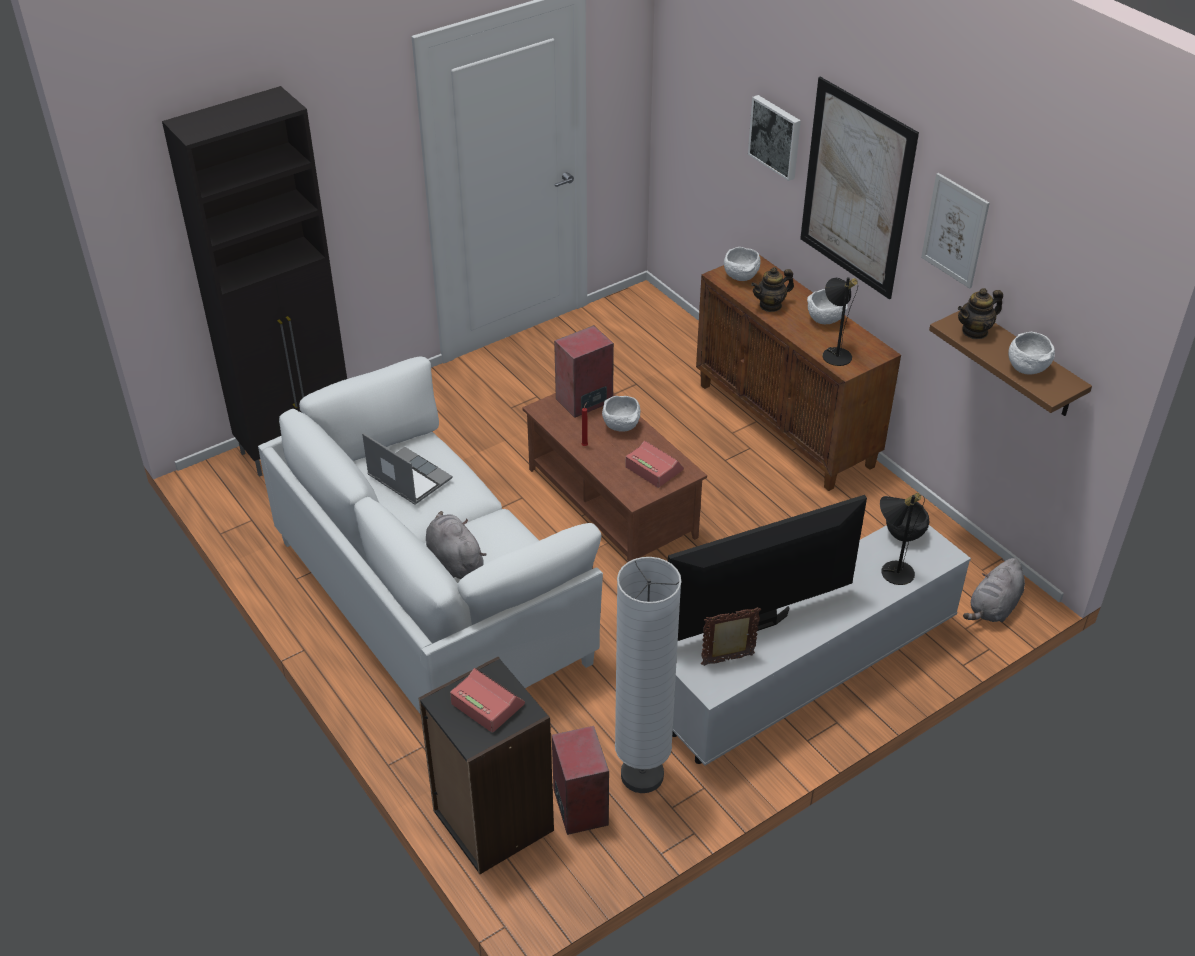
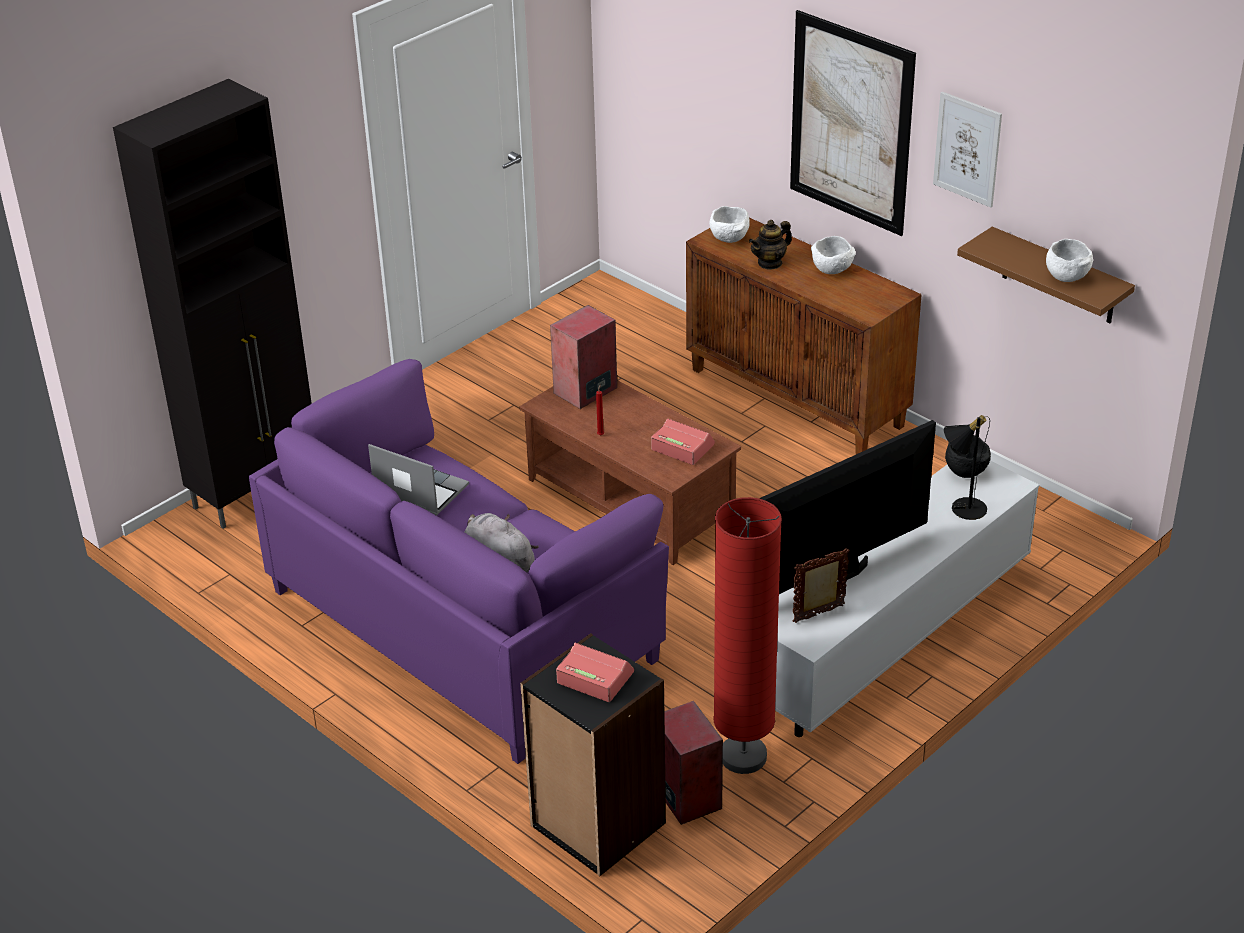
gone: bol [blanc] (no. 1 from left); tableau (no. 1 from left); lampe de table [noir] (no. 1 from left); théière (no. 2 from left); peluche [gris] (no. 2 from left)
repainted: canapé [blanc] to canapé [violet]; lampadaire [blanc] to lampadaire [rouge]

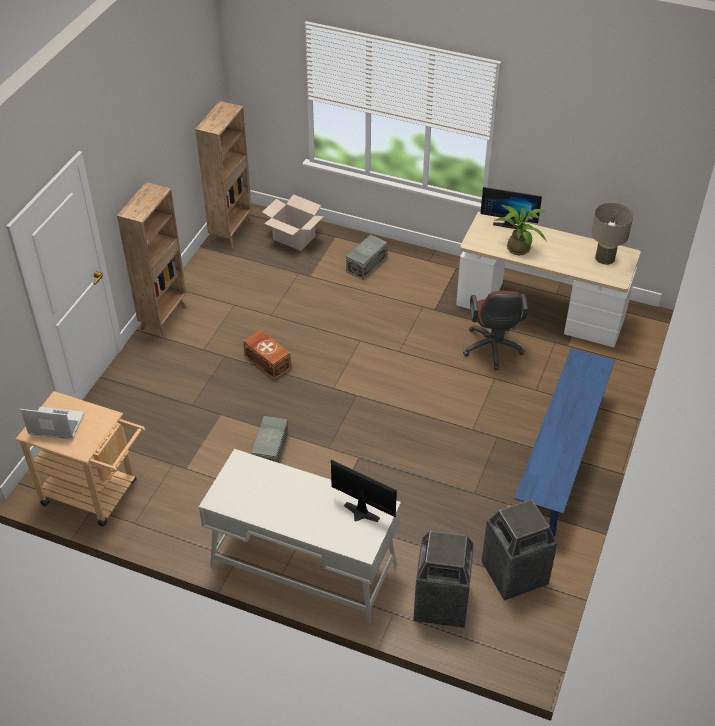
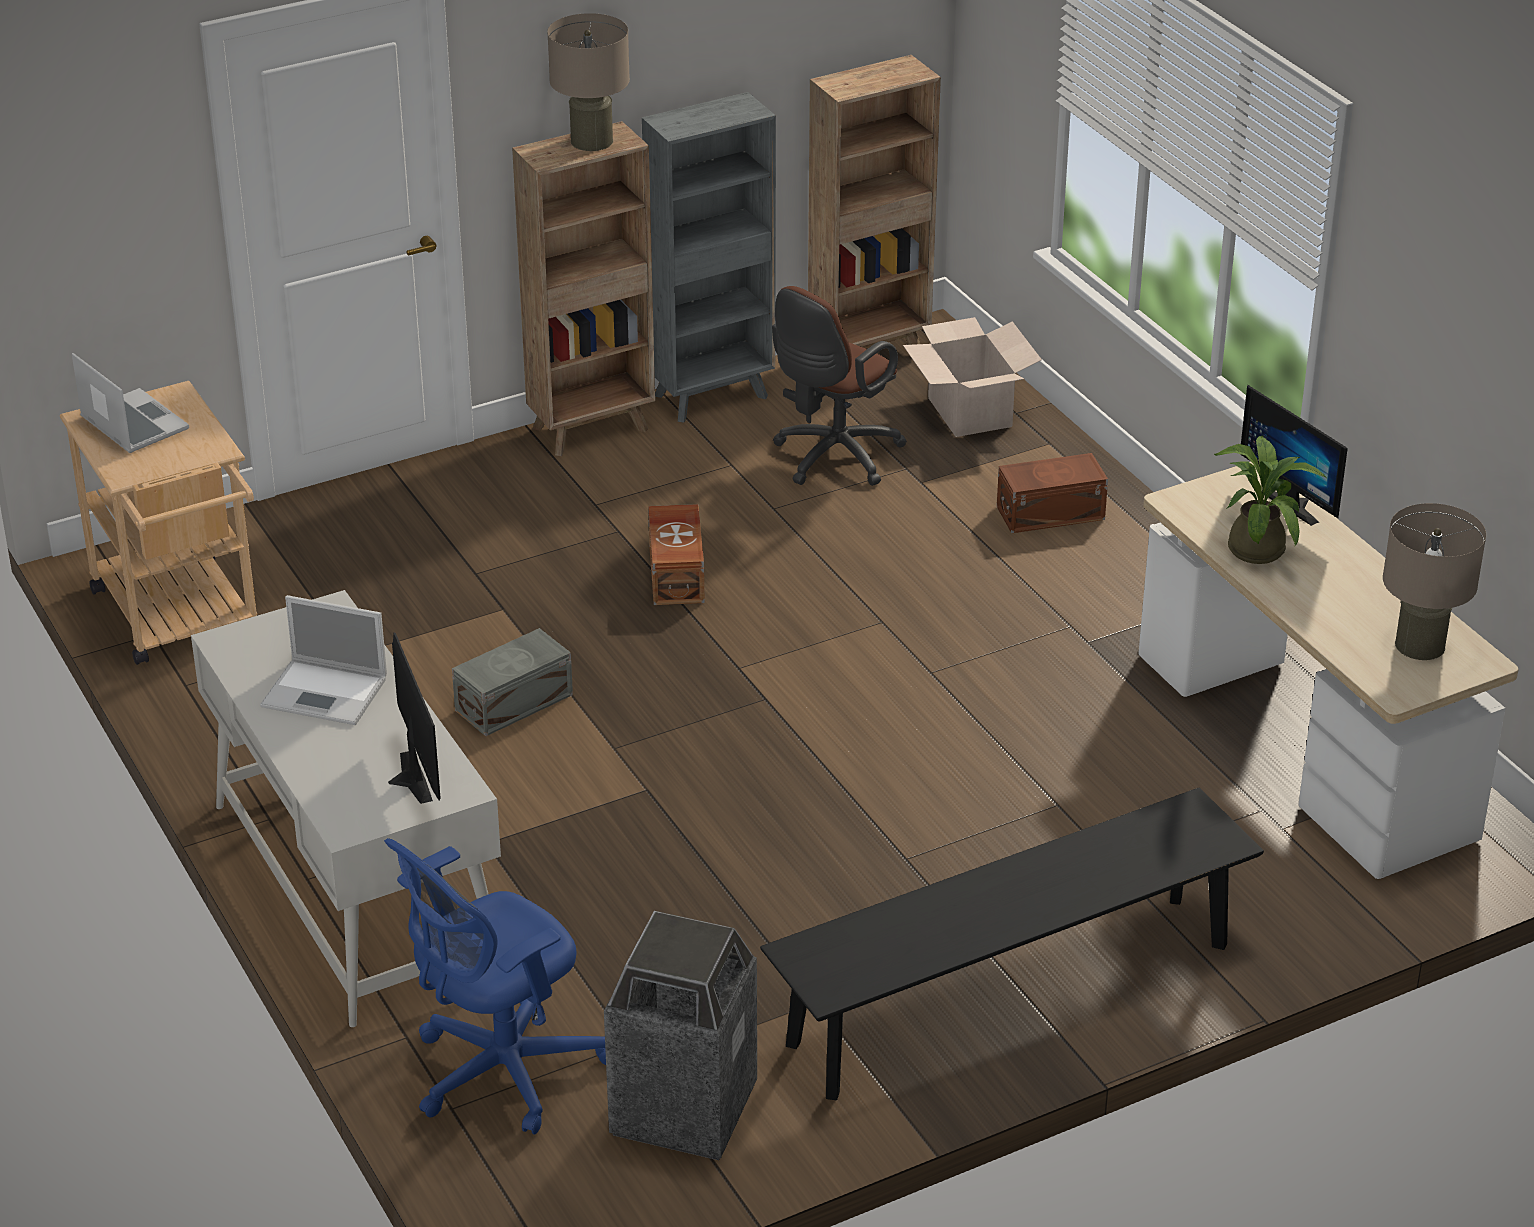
new: ordinateur portable (no. 2 from left); lampe de table [beige] (no. 1 from left); bibliothèque [gris]
shifted: chaise de bureau [marron]
swapped: poubelle (no. 1 from left) to chaise de bureau [bleu]
repainted: boîte de rangement [gris] (no. 2 from left) to boîte de rangement [marron] (no. 2 from left); banc [bleu] to banc [noir]

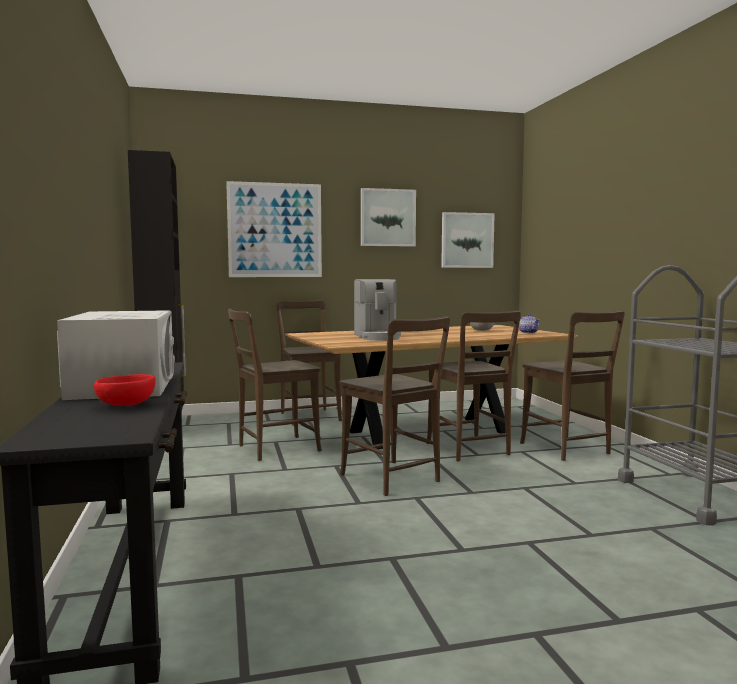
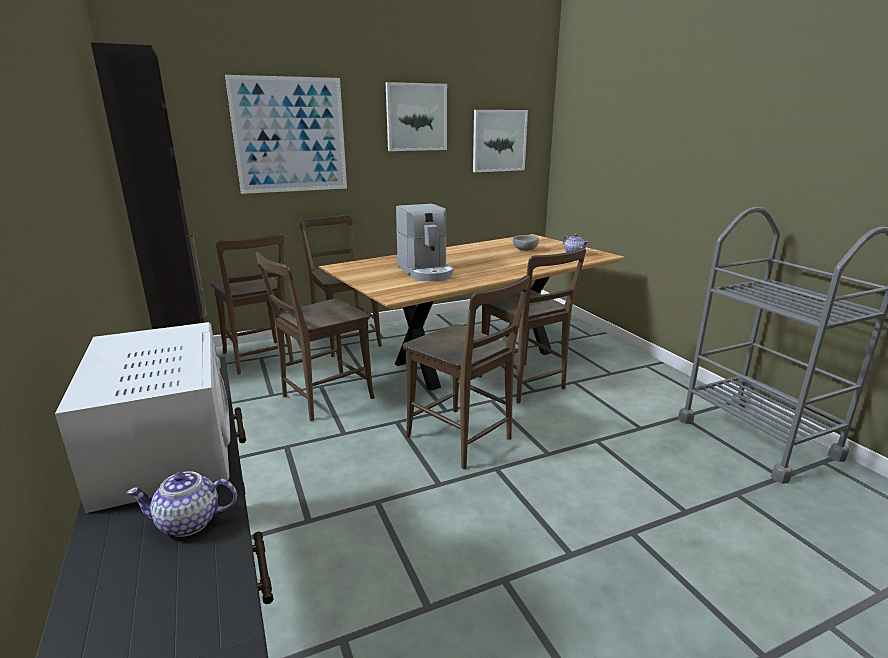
shifted: chaise [marron] (no. 5 from left in the first image) to chaise [marron] (no. 1 from left)
swapped: bol [rouge] to théière (no. 1 from left)

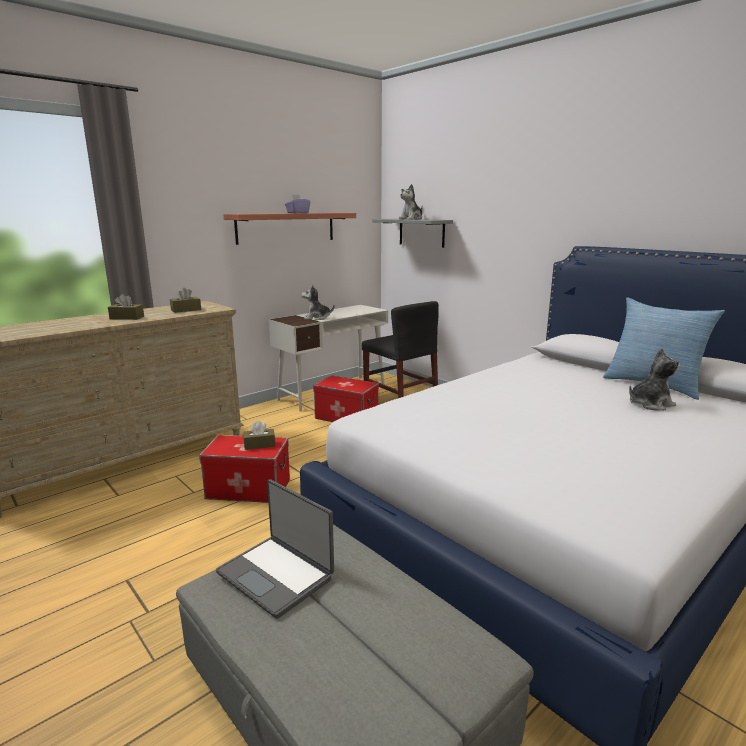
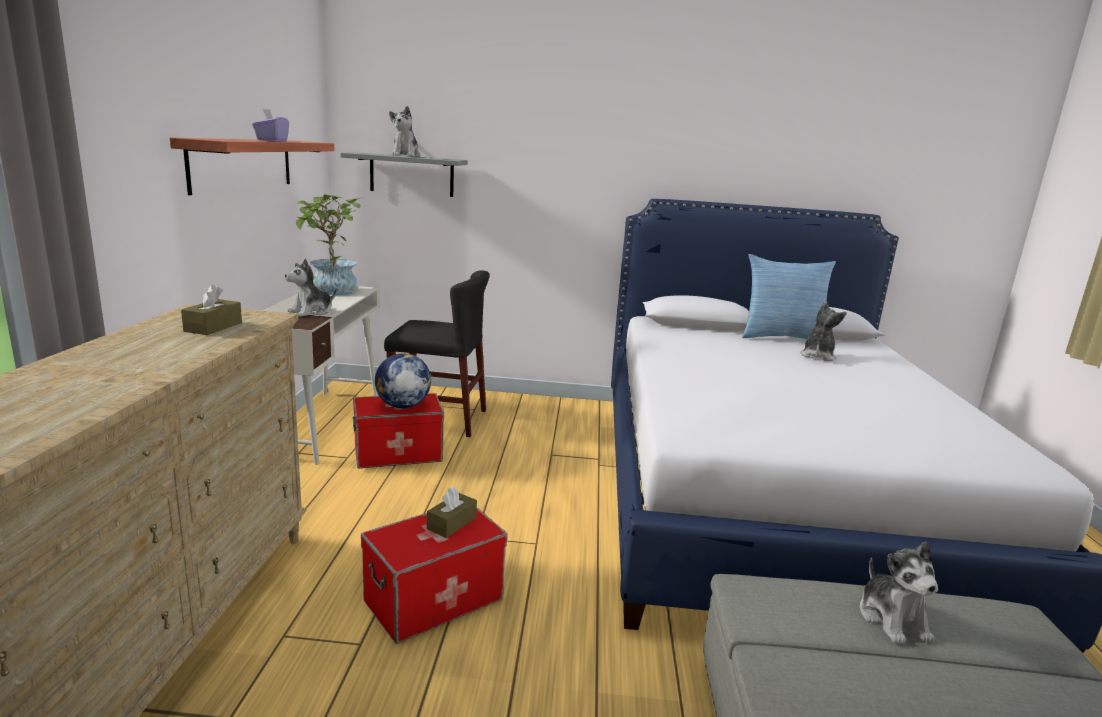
gone: boîte à mouchoirs [marron] (no. 1 from left); ordinateur portable
new: plante en pot; globe; peluche (no. 4 from left)

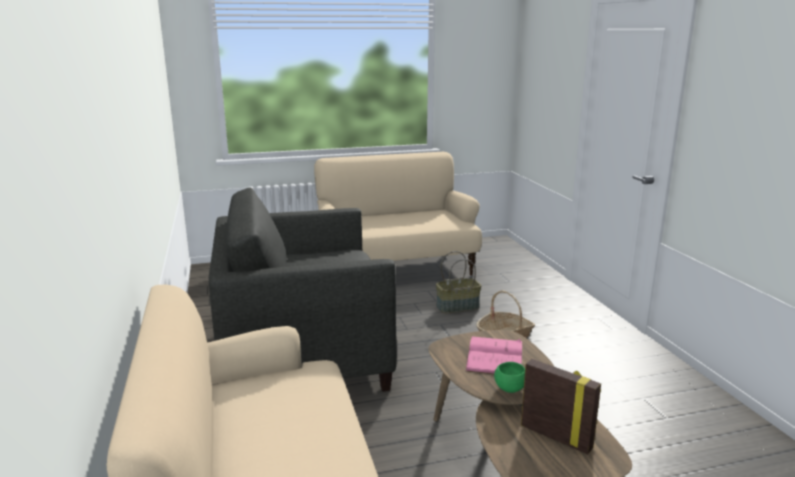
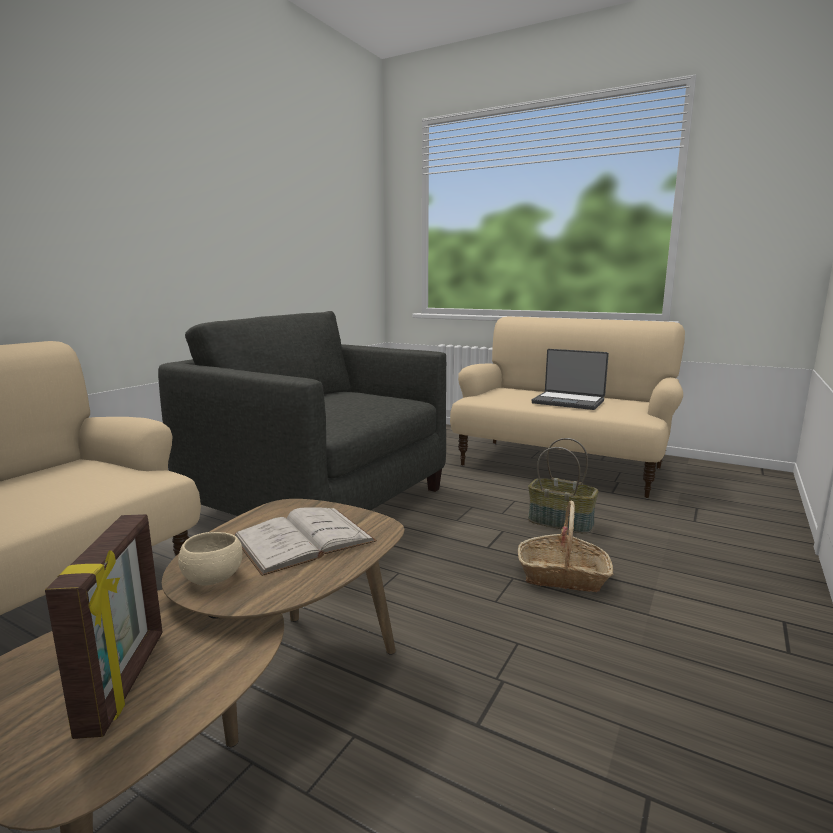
new: ordinateur portable
repainted: livre [rose] to livre [blanc]; bol [vert] to bol [beige]

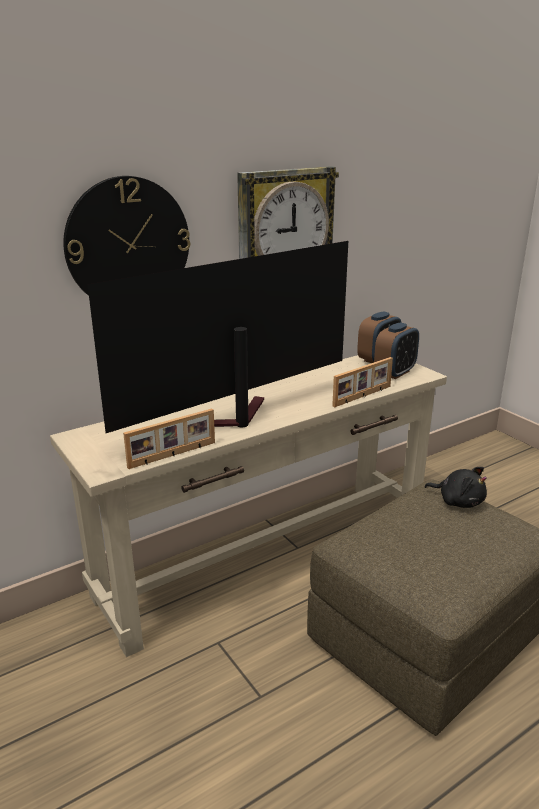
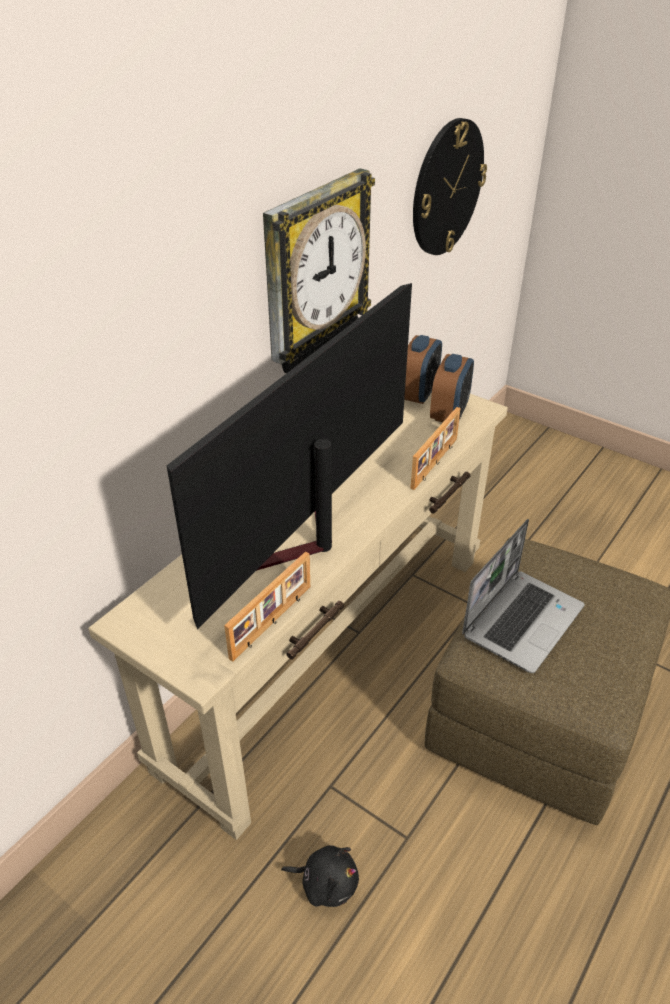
new: ordinateur portable
shifted: horloge murale (no. 1 from left in the first image) to horloge murale (no. 2 from left); peluche [noir]

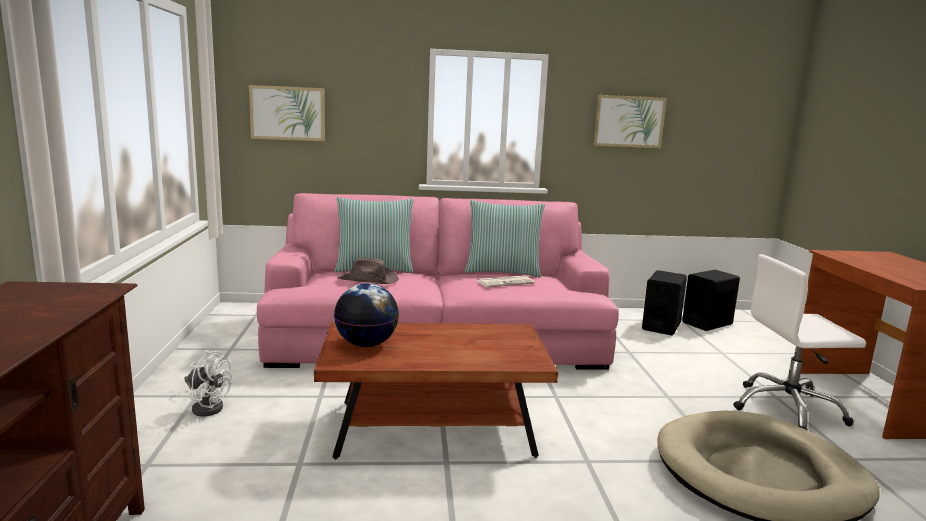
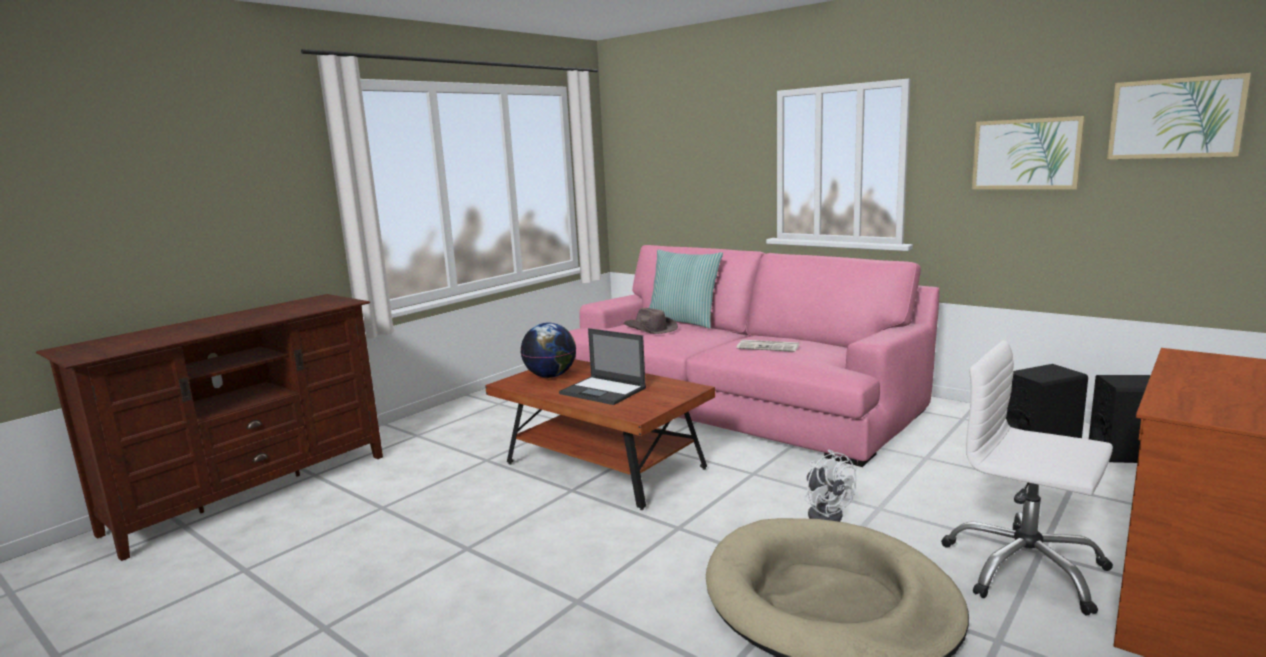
gone: coussin (no. 2 from left)
new: ordinateur portable
shifted: ventilateur [blanc]; tableau (no. 1 from left in the first image) to tableau (no. 2 from left)

